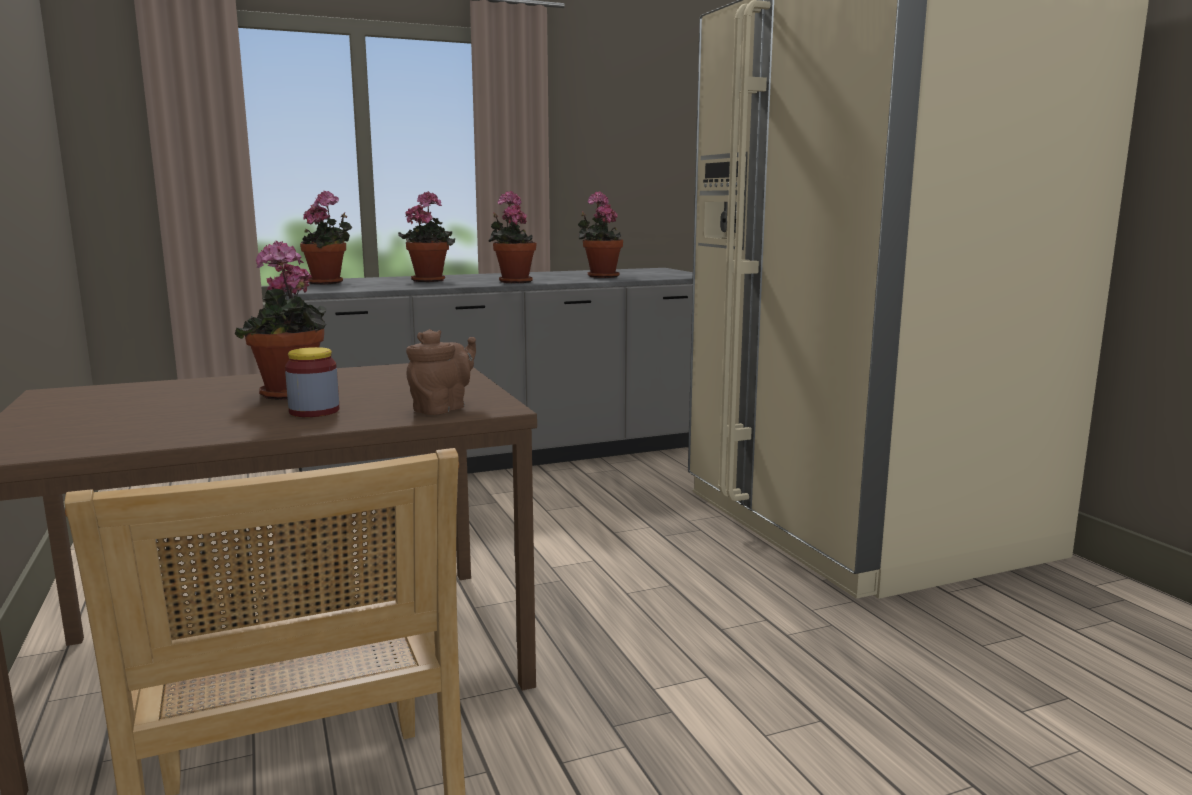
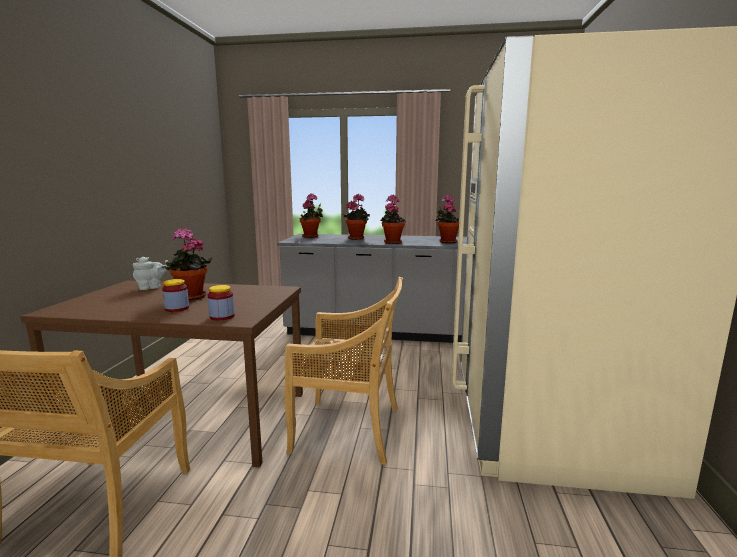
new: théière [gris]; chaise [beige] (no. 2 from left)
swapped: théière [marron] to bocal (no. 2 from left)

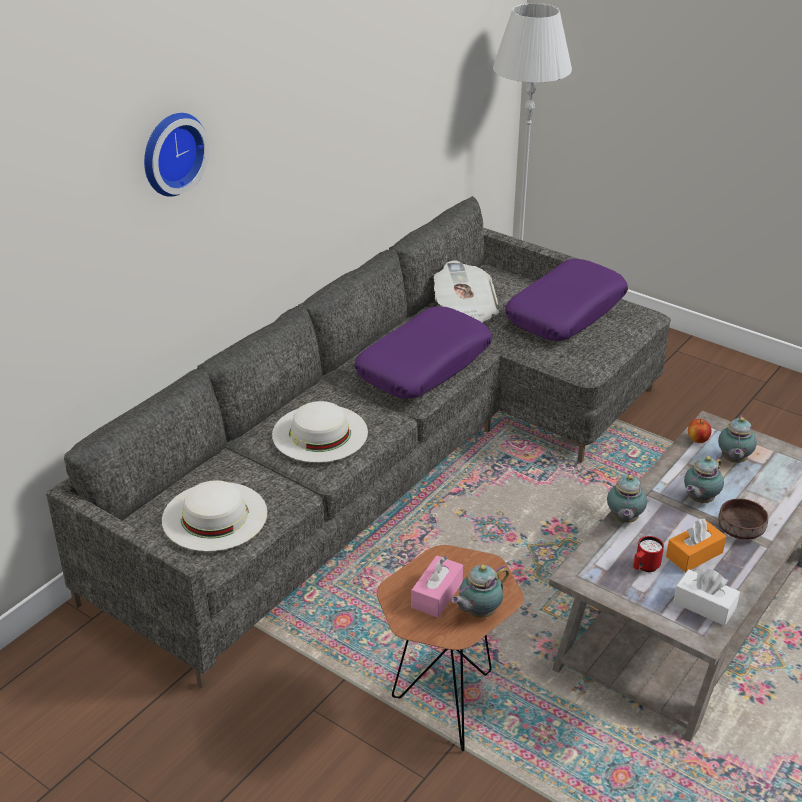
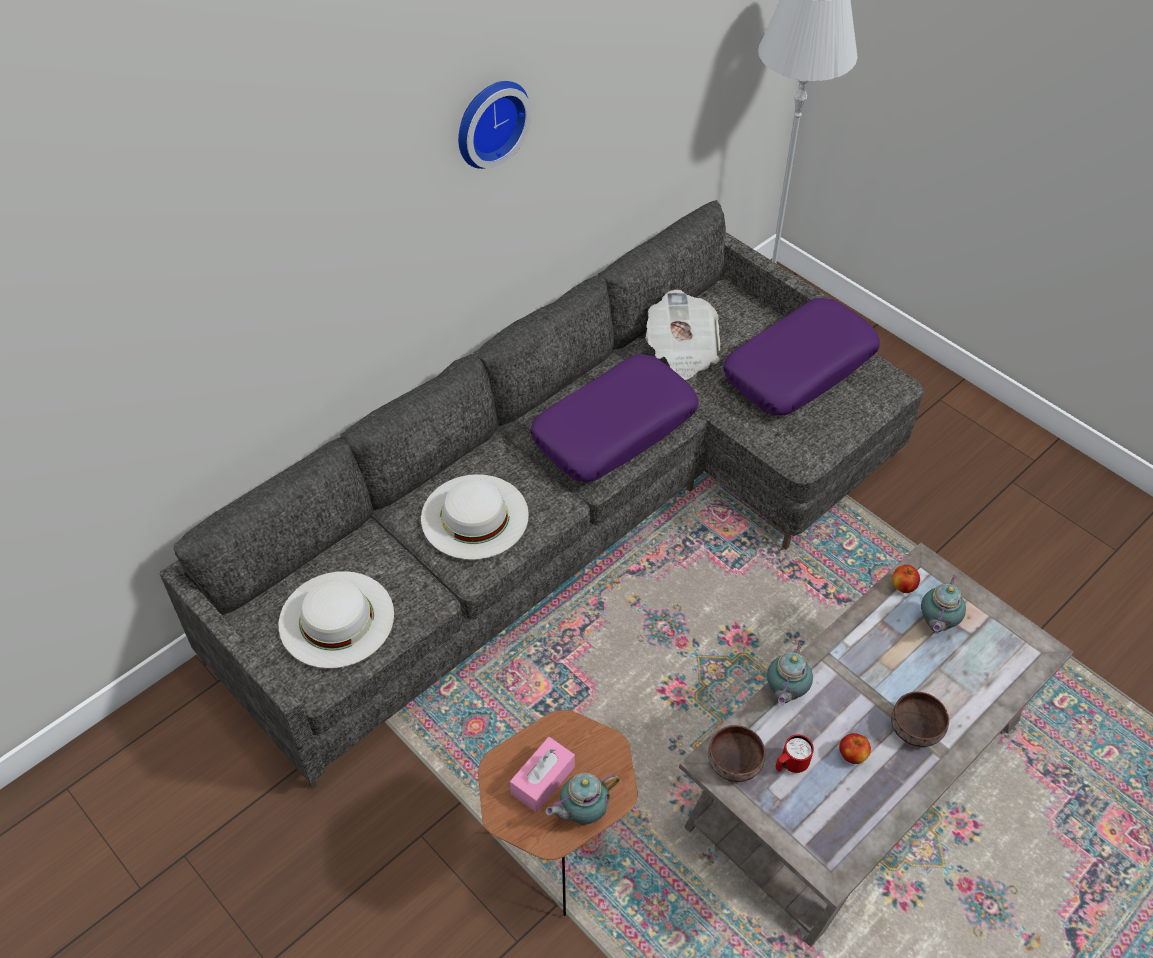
gone: boîte à mouchoirs [blanc]; théière (no. 3 from left)
new: bol [marron] (no. 1 from left)
shifted: horloge murale
swapped: boîte à mouchoirs [orange] to pomme (no. 1 from left)

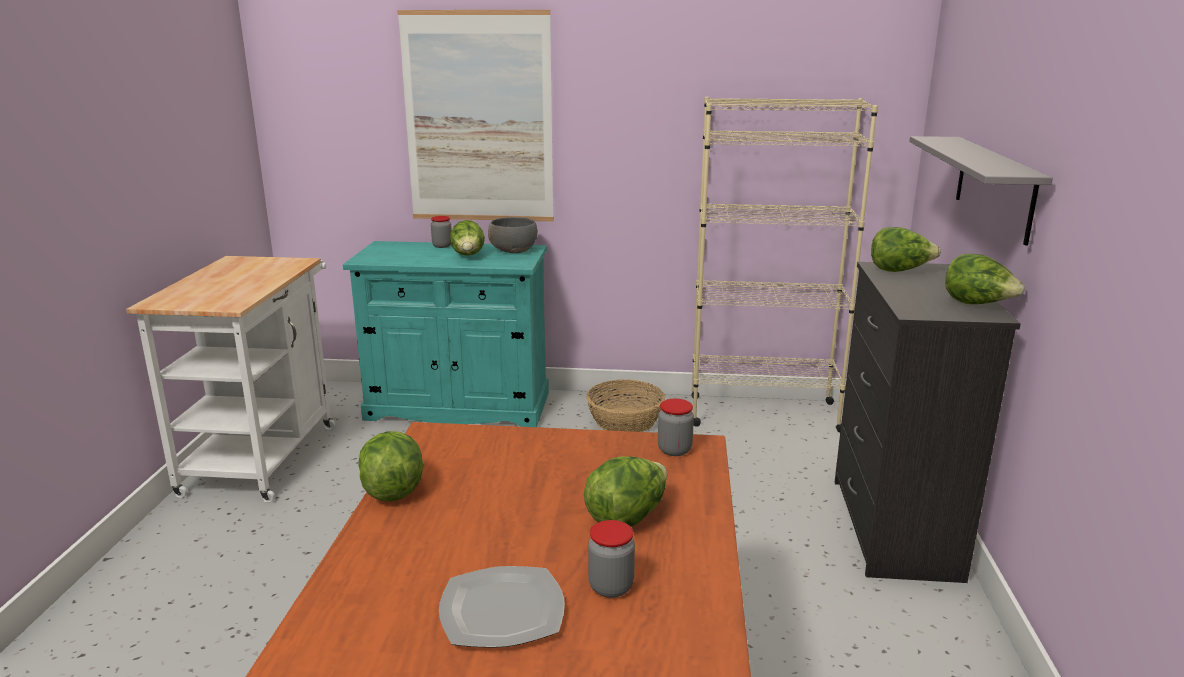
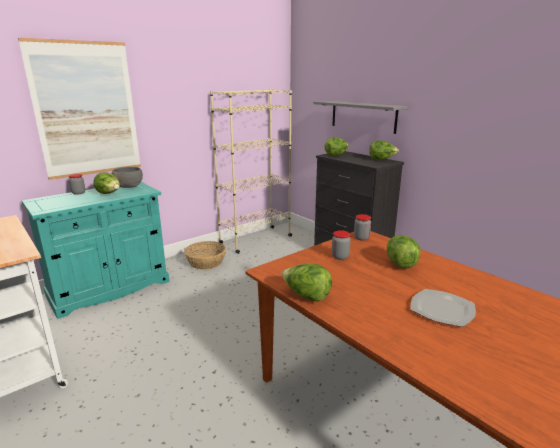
shifted: bocal (no. 2 from left)

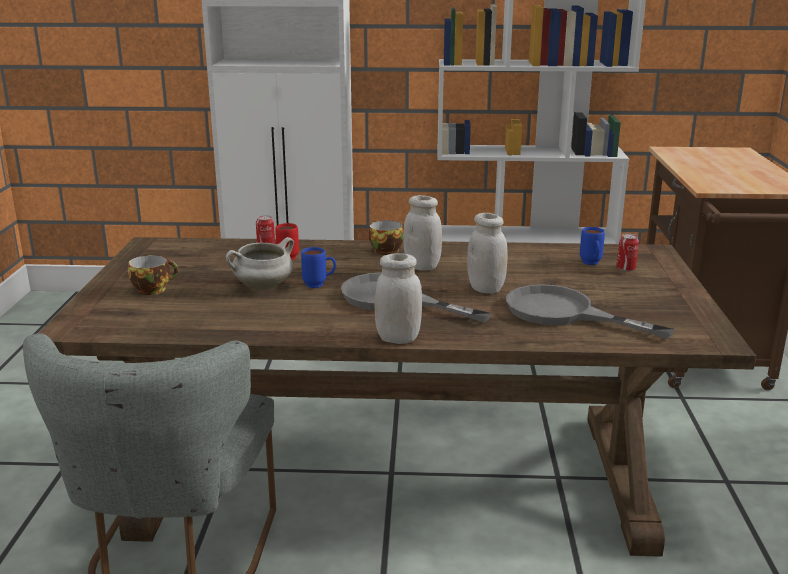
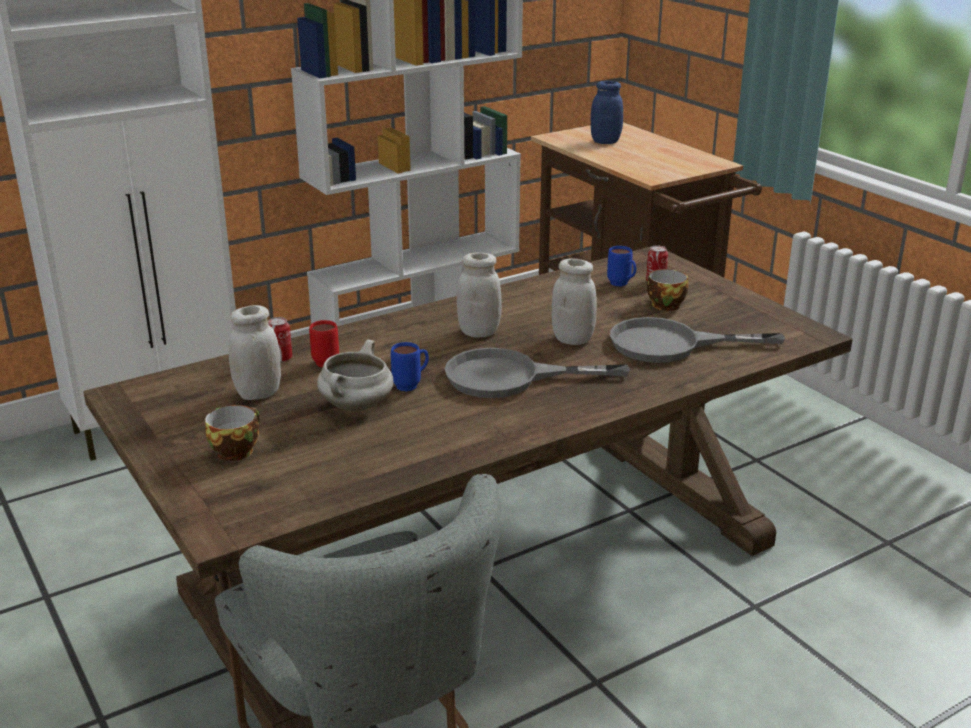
new: bocal [bleu]
shifted: tasse (no. 2 from left); bocal [blanc] (no. 1 from left)

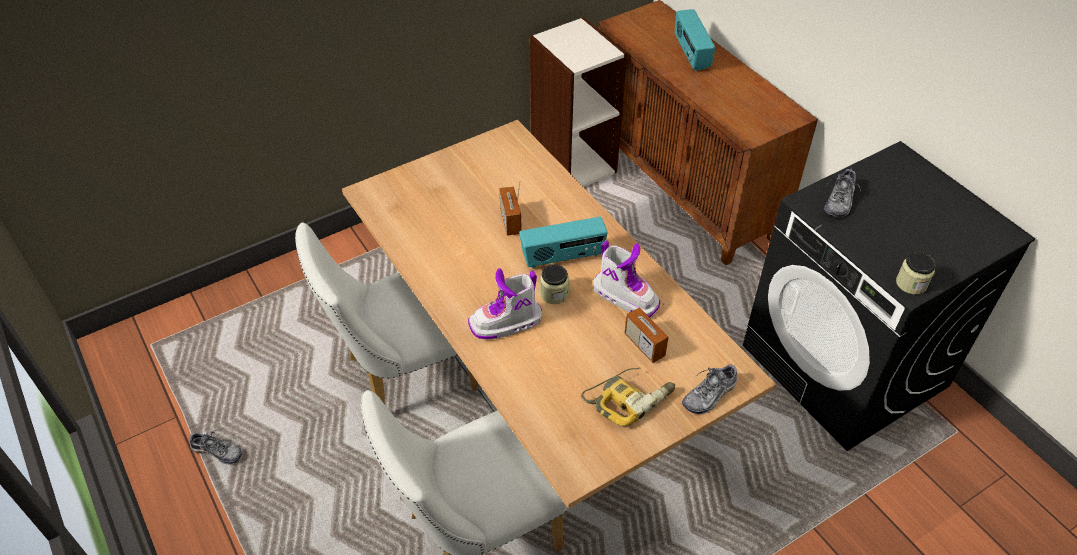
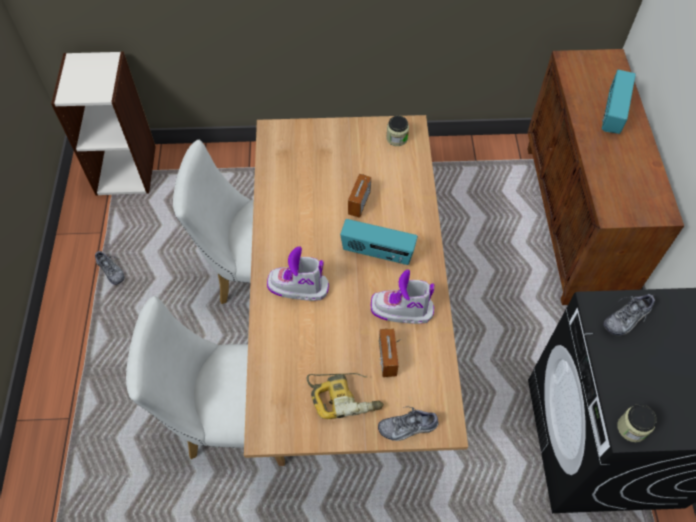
shifted: bibliothèque; bocal (no. 1 from left)
rotated: botte (no. 2 from left) 120 degrees clockwise

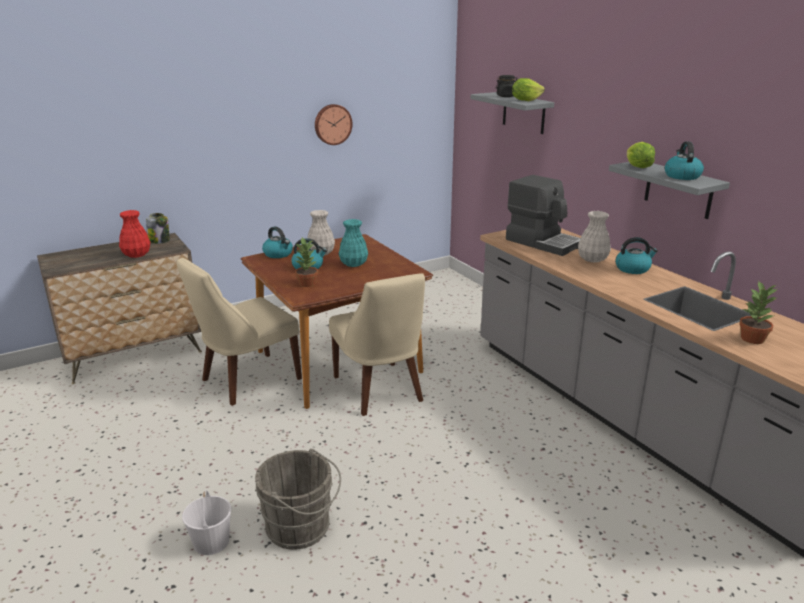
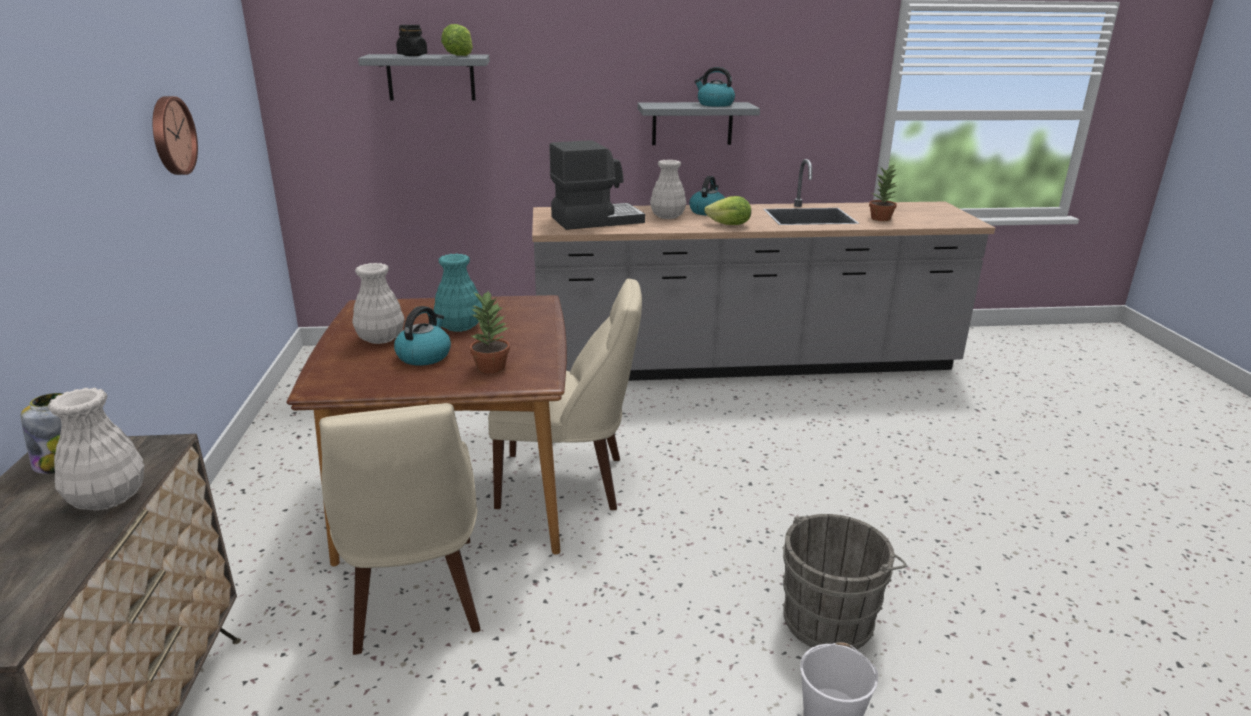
gone: bouilloire (no. 1 from left)
shifted: laitue (no. 2 from left)
repainted: vase [rouge] to vase [blanc] (no. 1 from left)

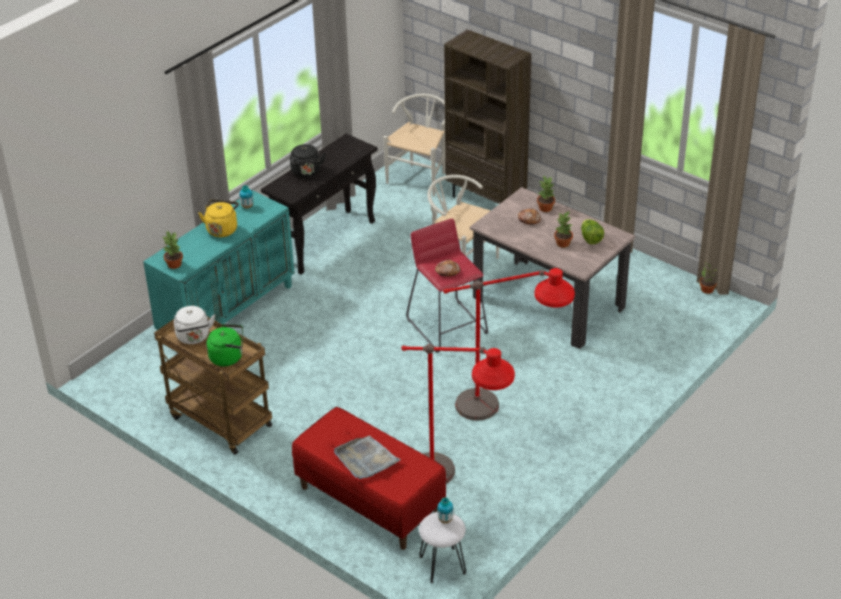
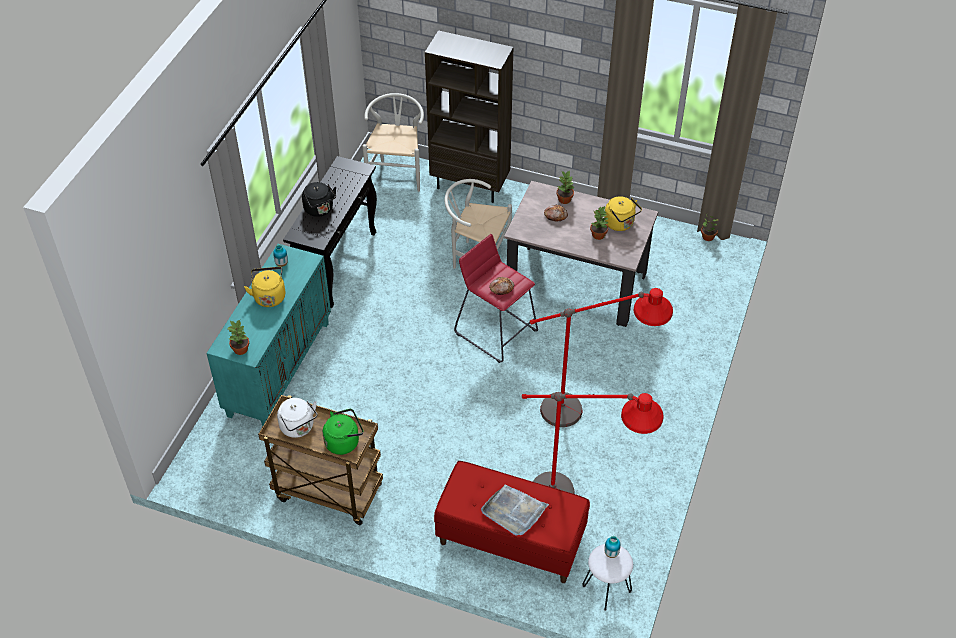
swapped: laitue to bouilloire [jaune] (no. 2 from left)

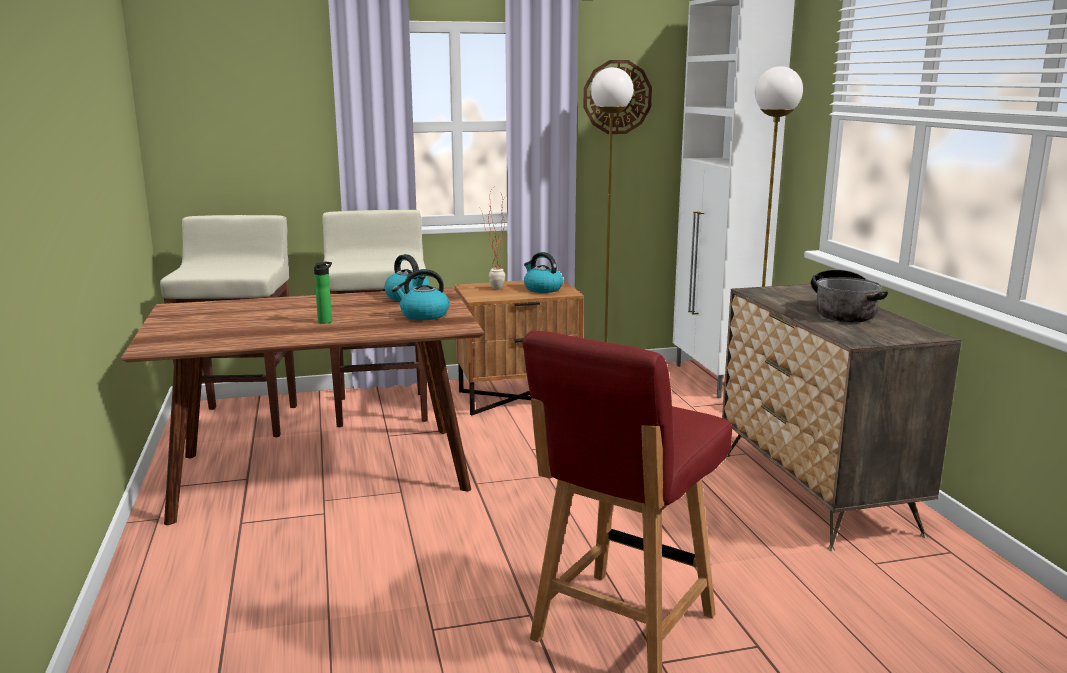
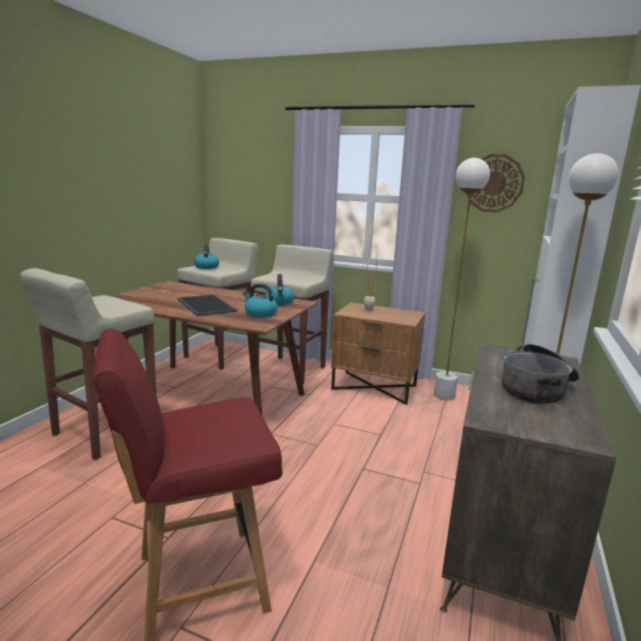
new: tabouret [beige] (no. 1 from left)
shifted: bouilloire (no. 3 from left in the first image) to bouilloire (no. 1 from left)
swapped: bouteille to plateau

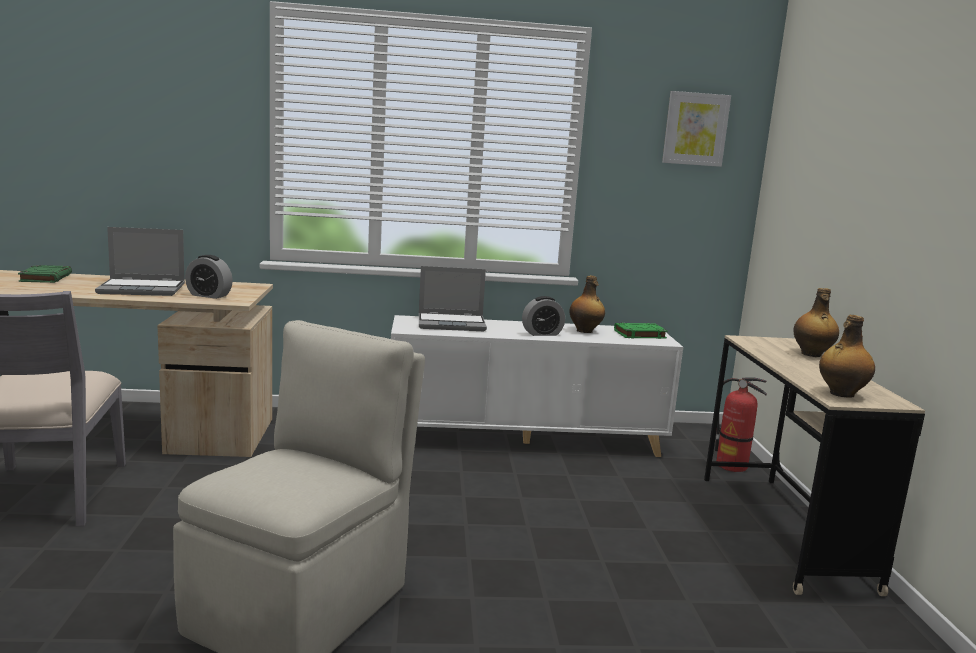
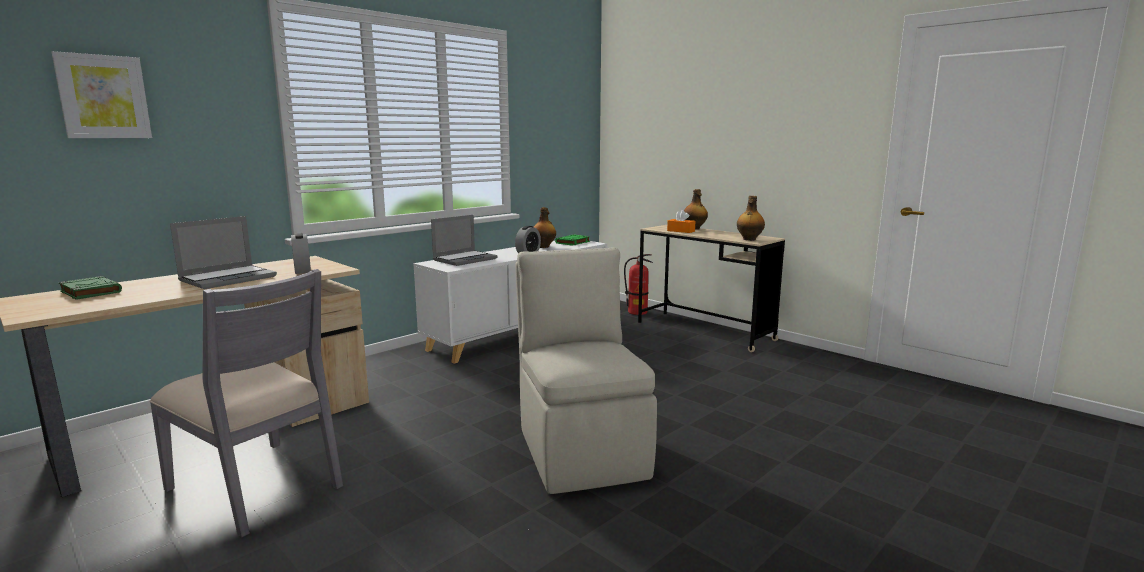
new: boîte à mouchoirs [orange]
shifted: tableau
rotated: réveil (no. 1 from left) 90 degrees clockwise

